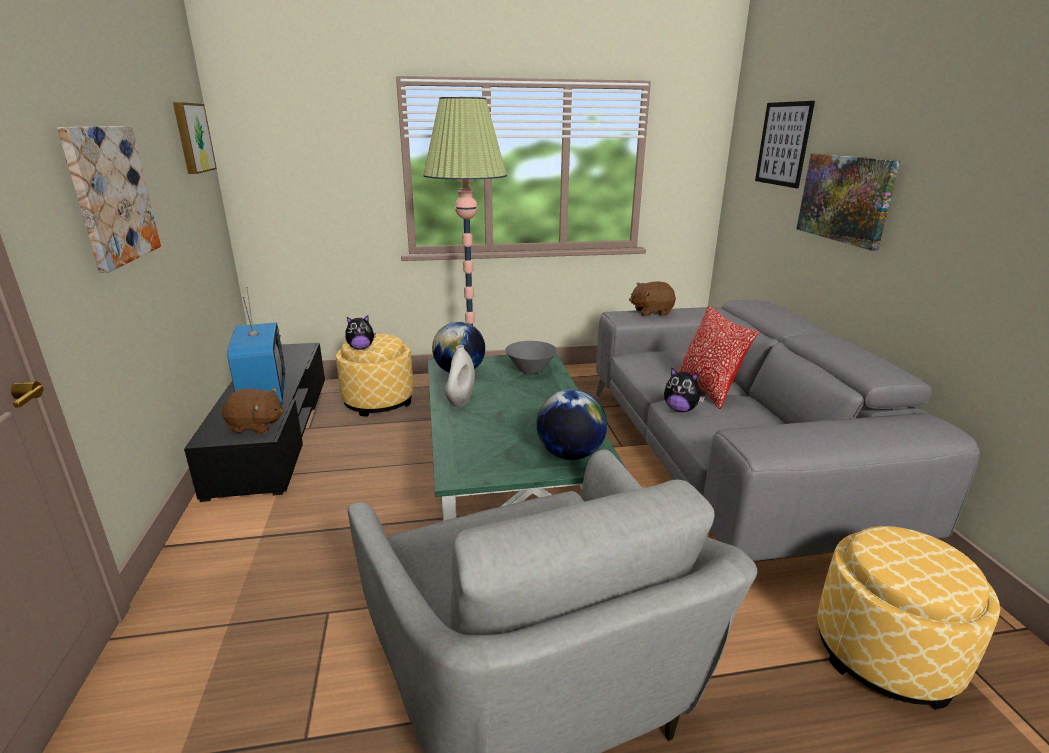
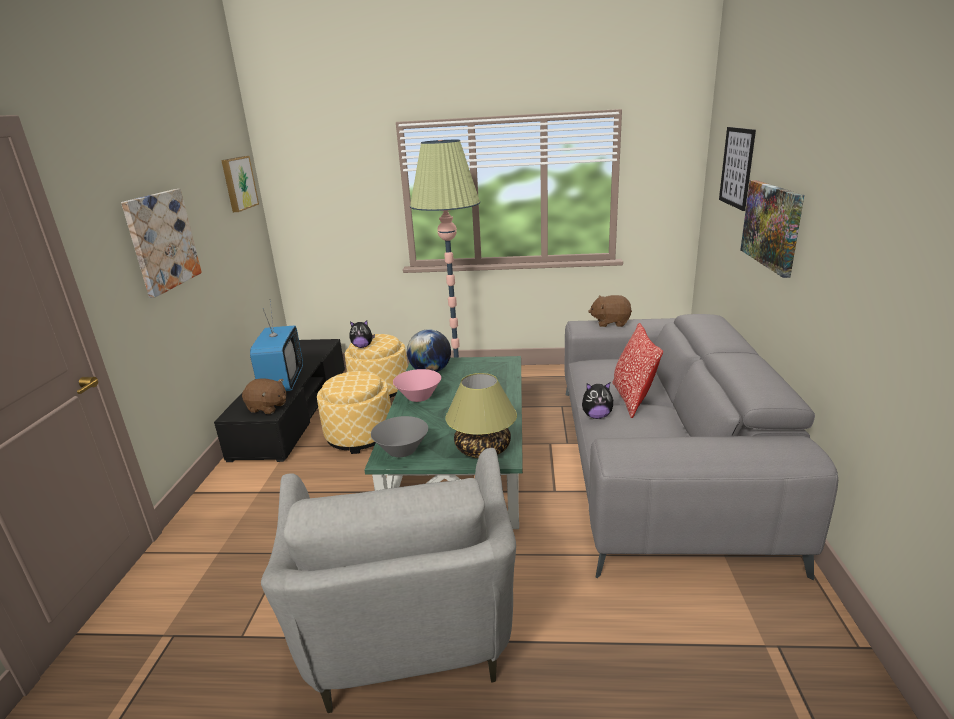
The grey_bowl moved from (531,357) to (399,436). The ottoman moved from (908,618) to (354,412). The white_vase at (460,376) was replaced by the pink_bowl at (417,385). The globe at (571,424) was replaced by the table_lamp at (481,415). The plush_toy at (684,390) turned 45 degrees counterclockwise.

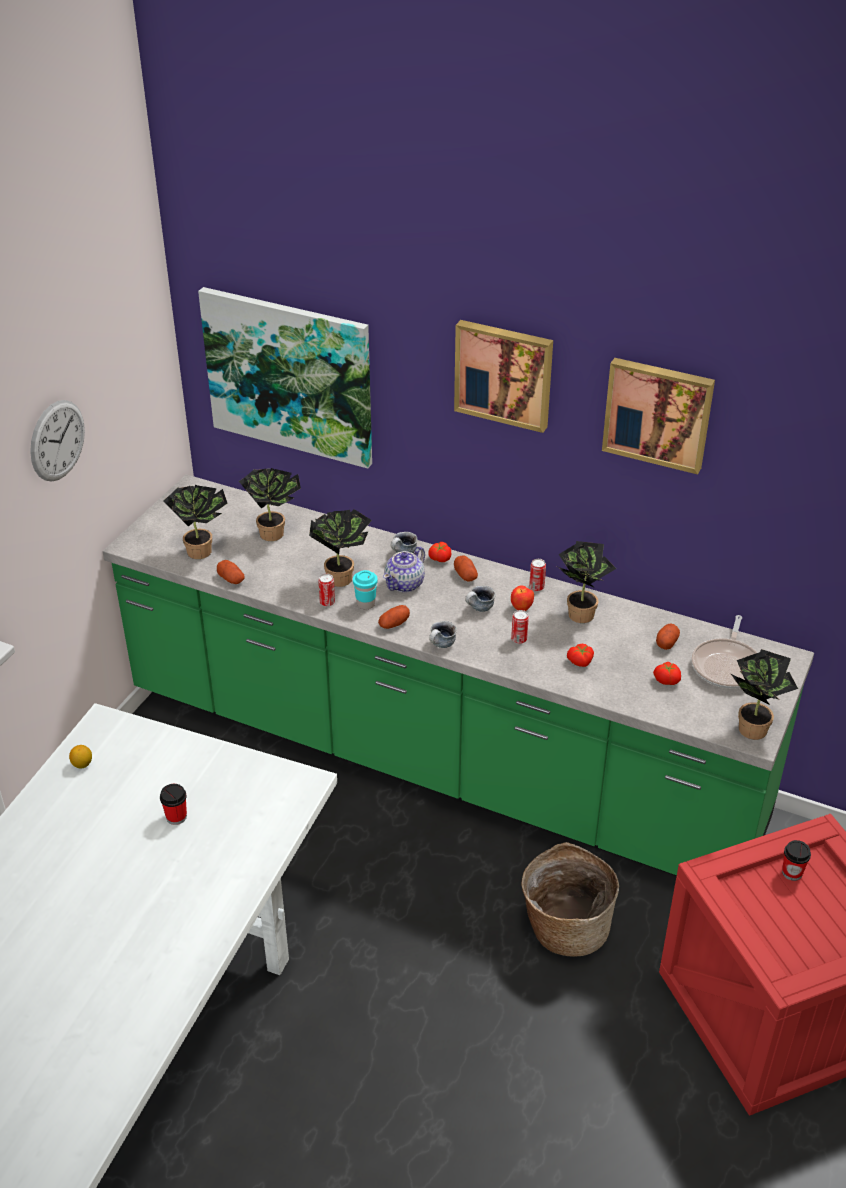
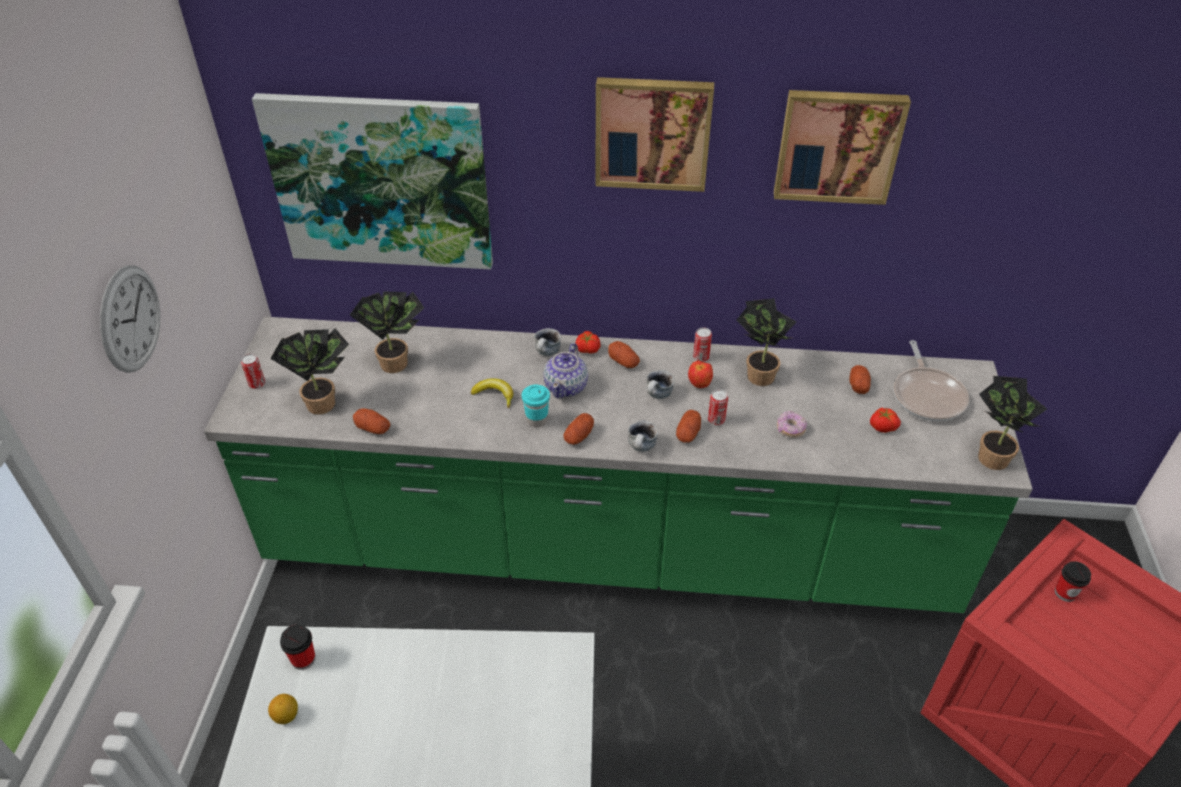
The basket at (570,899) disappeared. The potato at (688,426) appeared. The cup moved from (173,804) to (297,647). The can moved from (326,590) to (253,371). The potted_plant at (340,548) was replaced by the banana at (492,393). The tomato at (580,655) was replaced by the donut at (792,424).

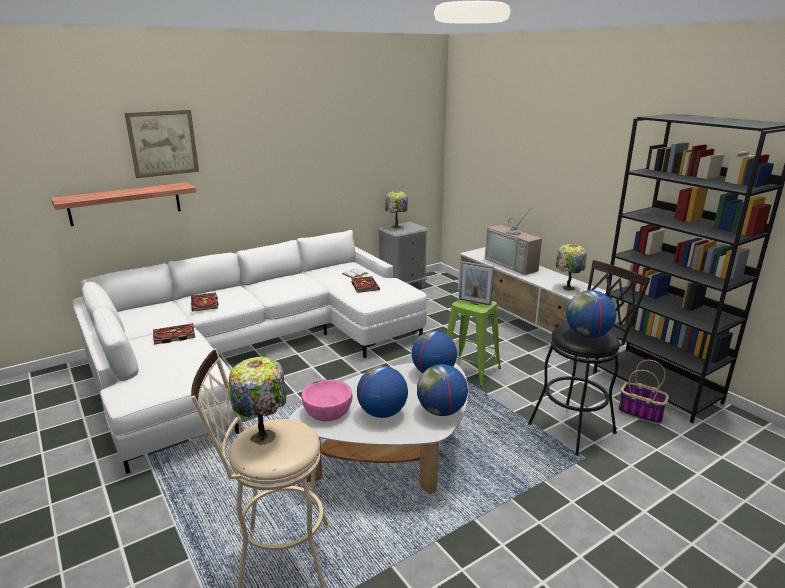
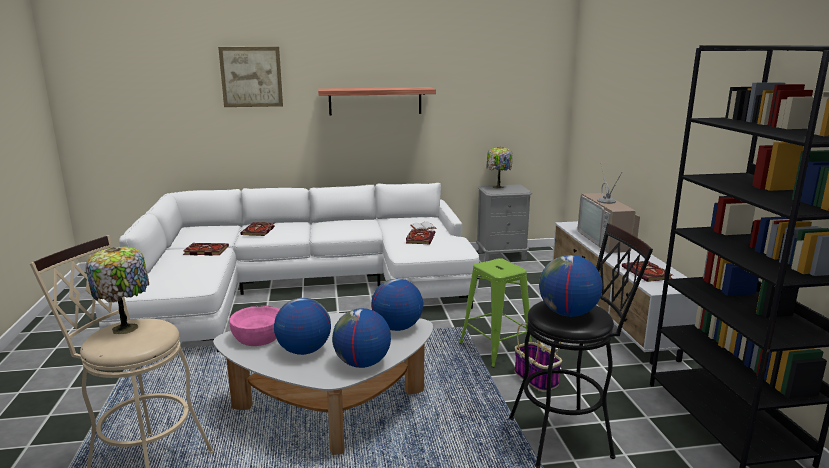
The picture_frame at (476,283) disappeared. The shelf moved from (123,204) to (377,101). The basket moved from (643,392) to (538,357). The table_lamp at (571,267) was replaced by the book at (647,271).

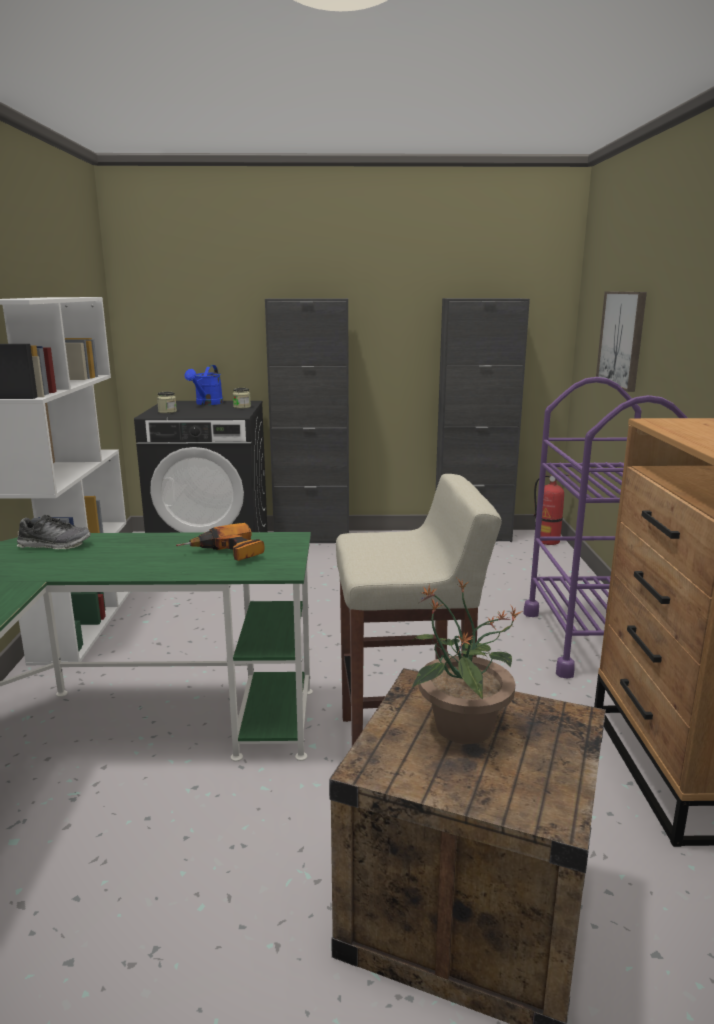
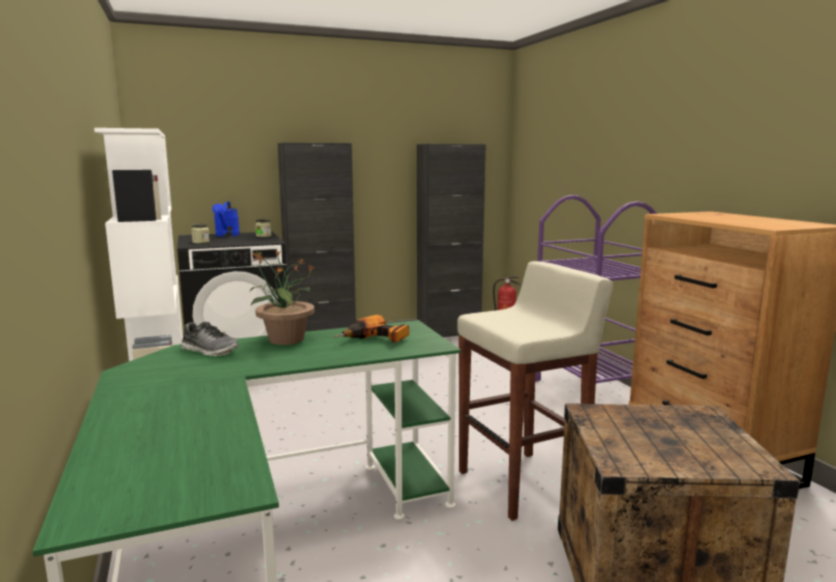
The picture at (621,342) disappeared. The potted_plant moved from (467,661) to (282,297). The shoe at (54,532) turned 45 degrees clockwise.

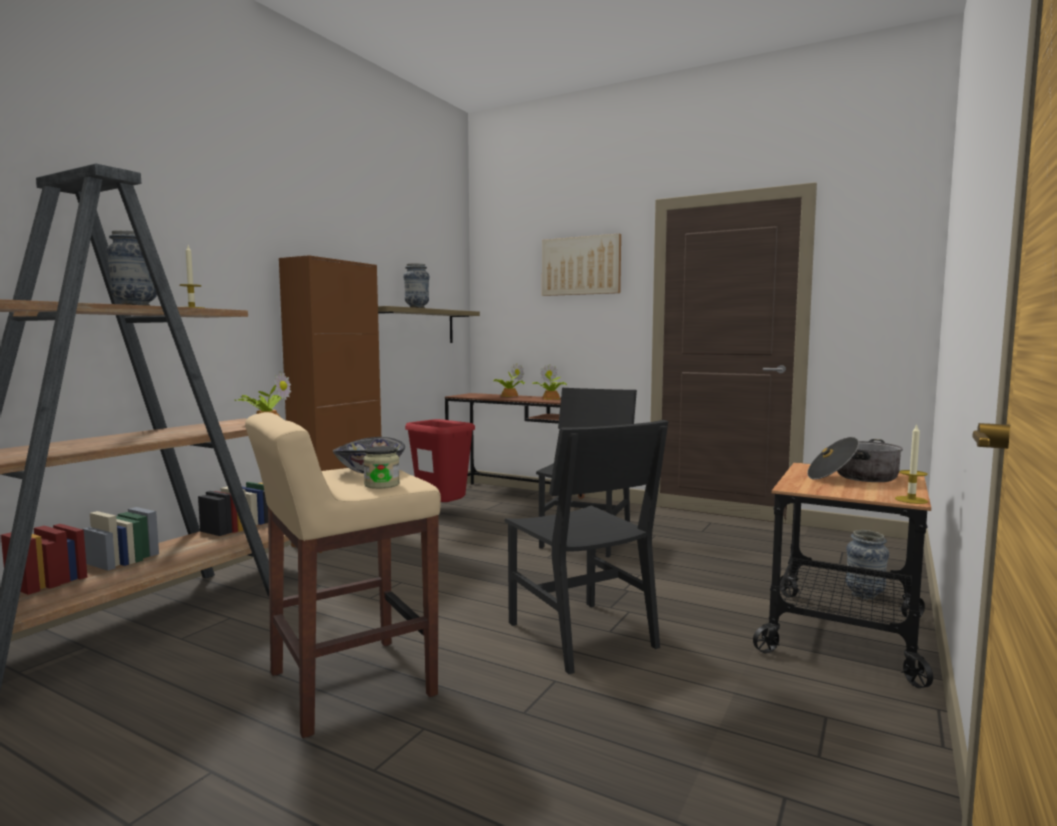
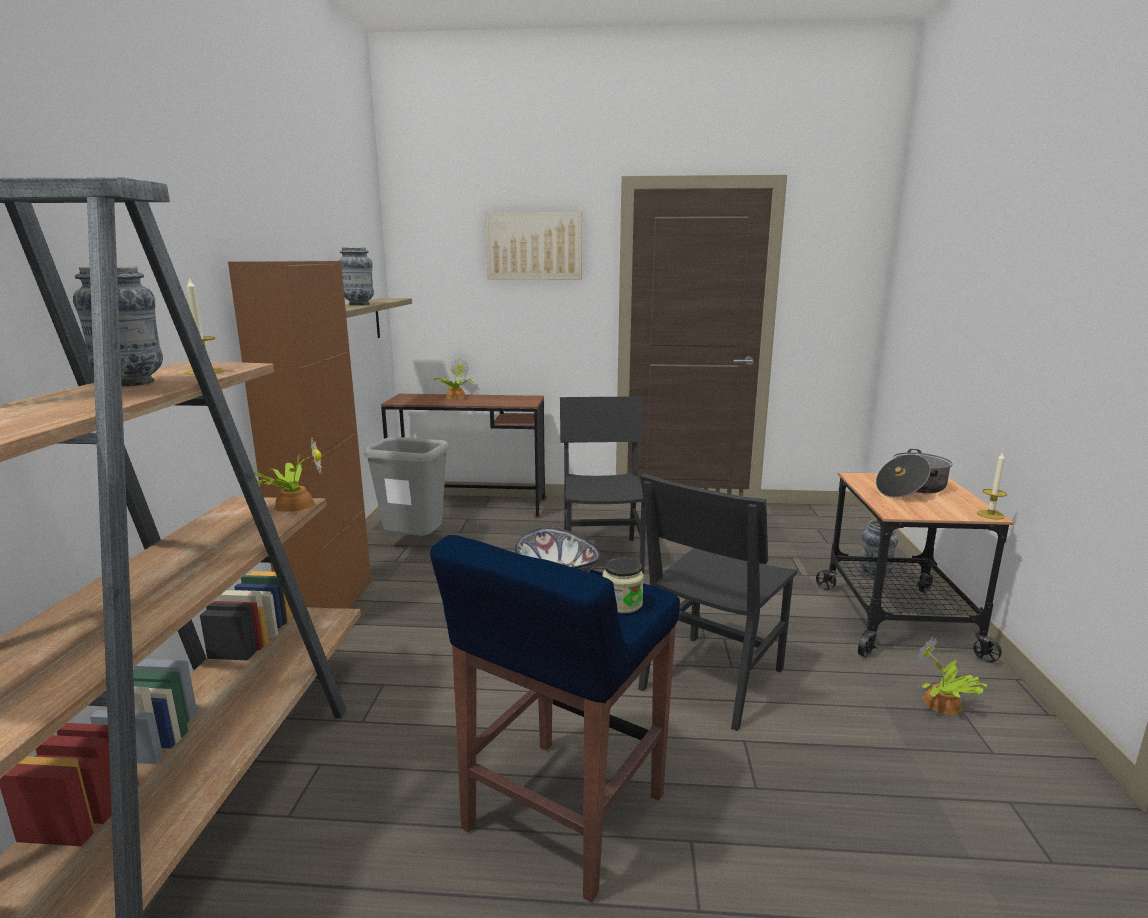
The potted_plant moved from (549,382) to (951,676). The beige_stool at (343,575) became the blue_stool at (555,718). The red_trash_can at (440,460) became the grey_trash_can at (406,486). The black_chair at (586,547) turned 90 degrees clockwise.

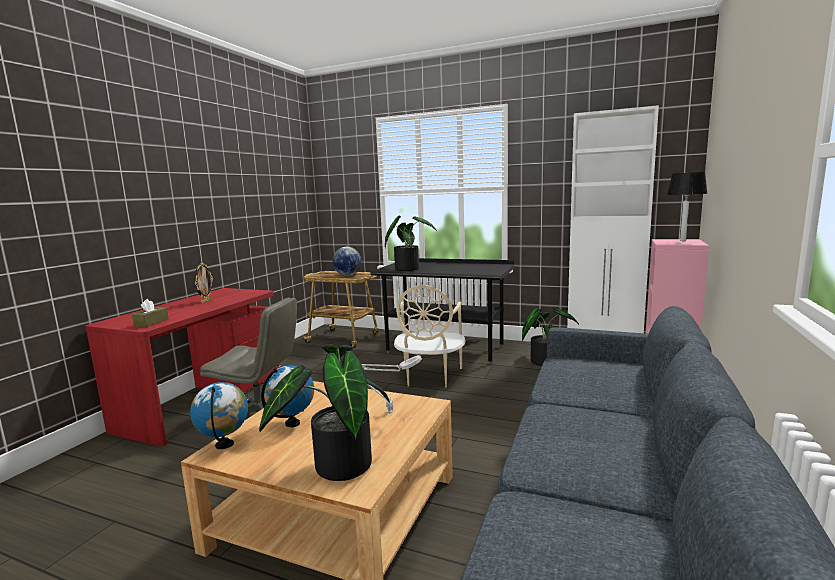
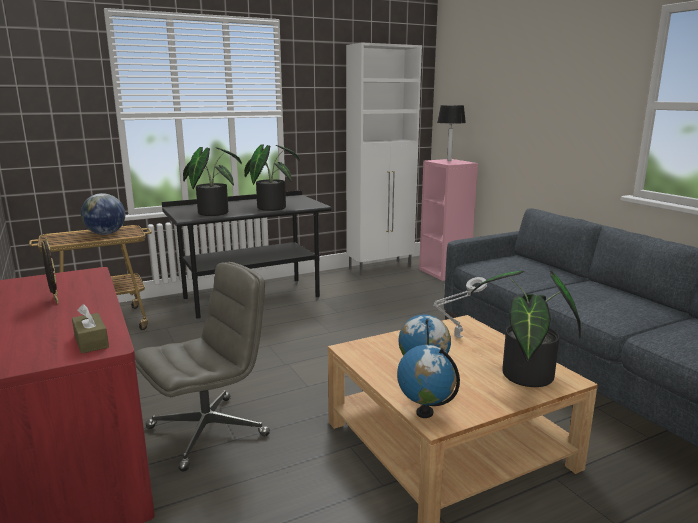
The beige_chair at (430,336) disappeared. The potted_plant moved from (550,336) to (272,178).

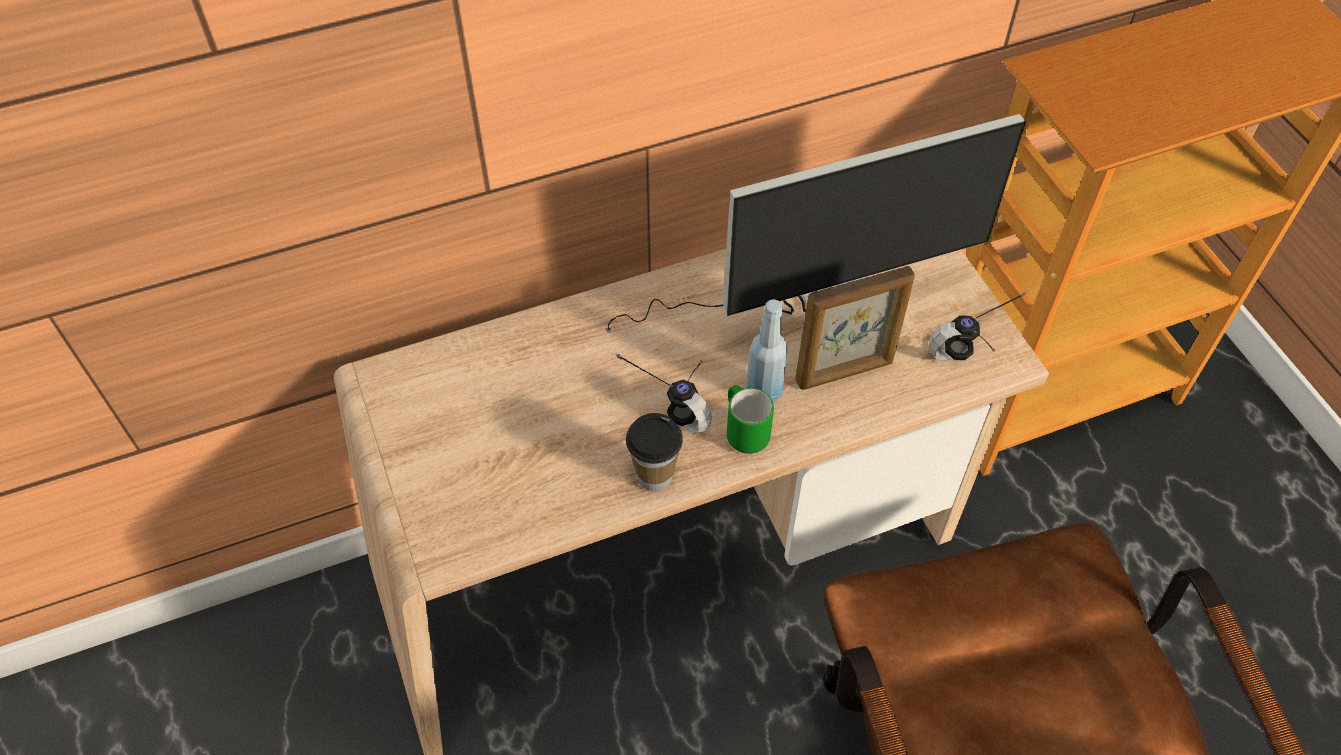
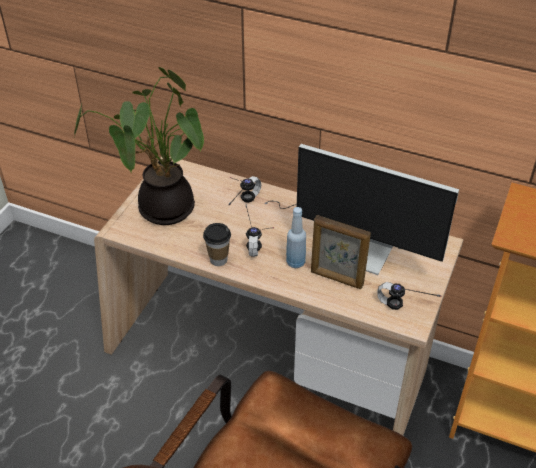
The green_mug at (750,419) disappeared. The potted_plant at (139,146) appeared. The headphones at (244,191) appeared.

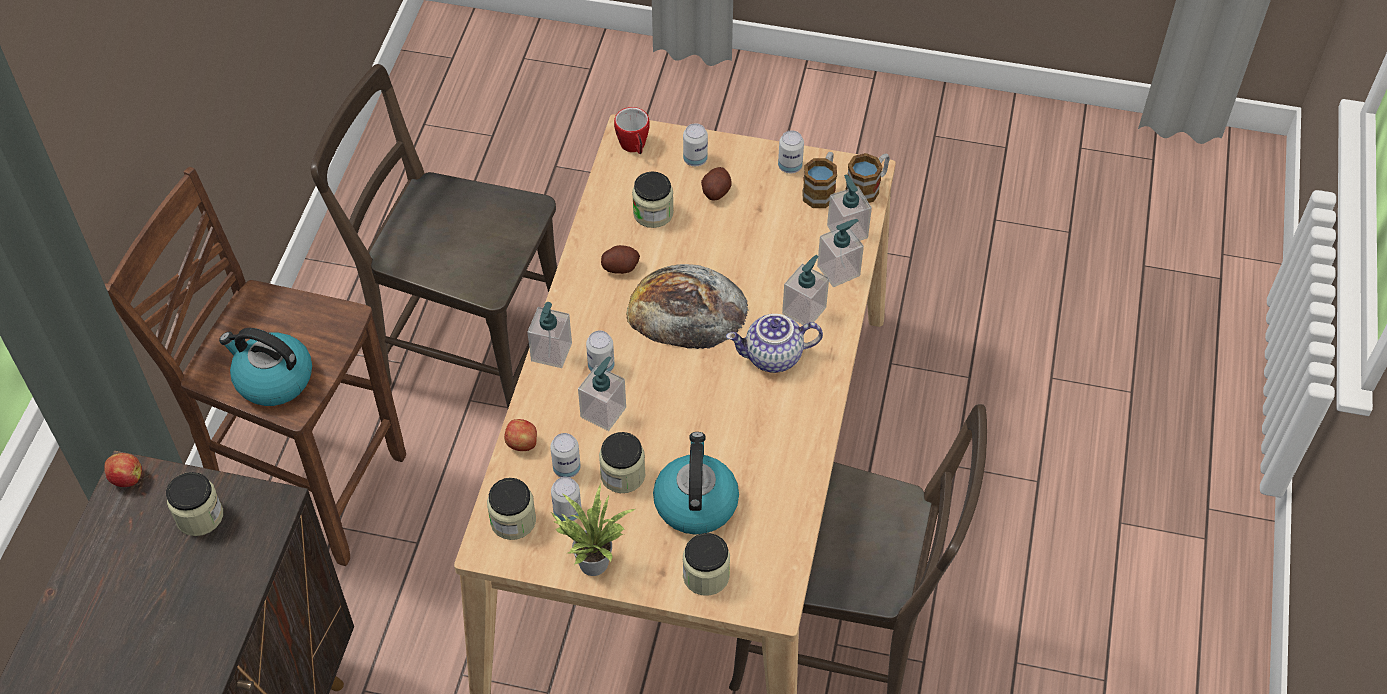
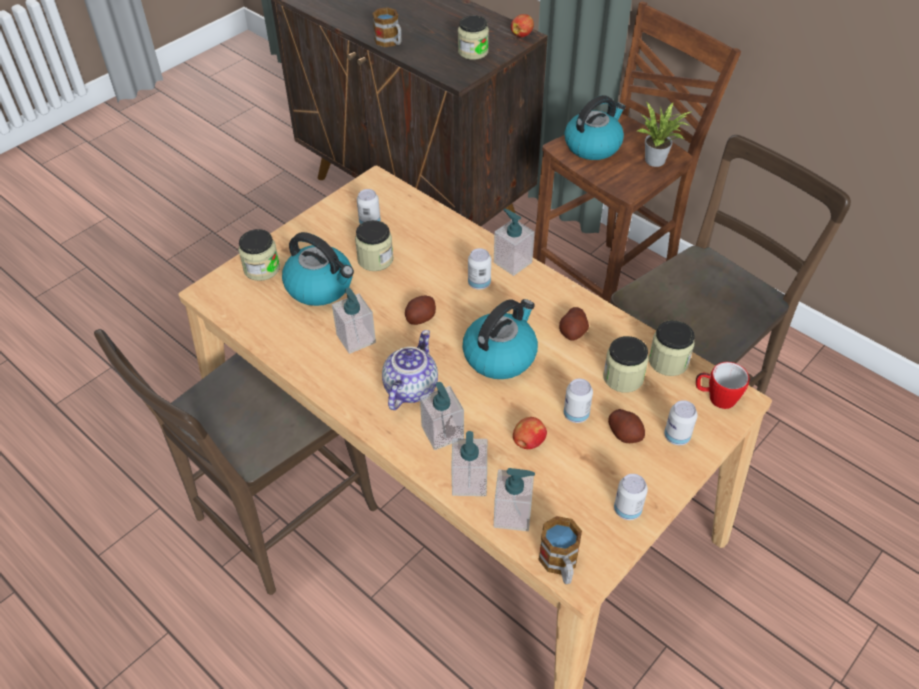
The potato at (420,310) appeared. The jar moved from (511,509) to (672,348). The apple moved from (520,435) to (530,433). The can moved from (565,455) to (578,401). The potted_plant moved from (593,530) to (664,134). The soap_dispenser moved from (602,393) to (354,321). The mug moved from (819,180) to (386,27). The bread at (687,306) was replaced by the kettle at (500,339).

